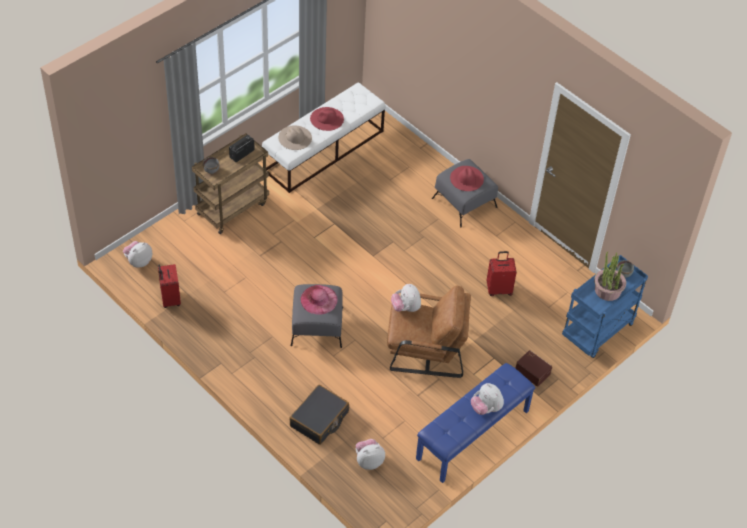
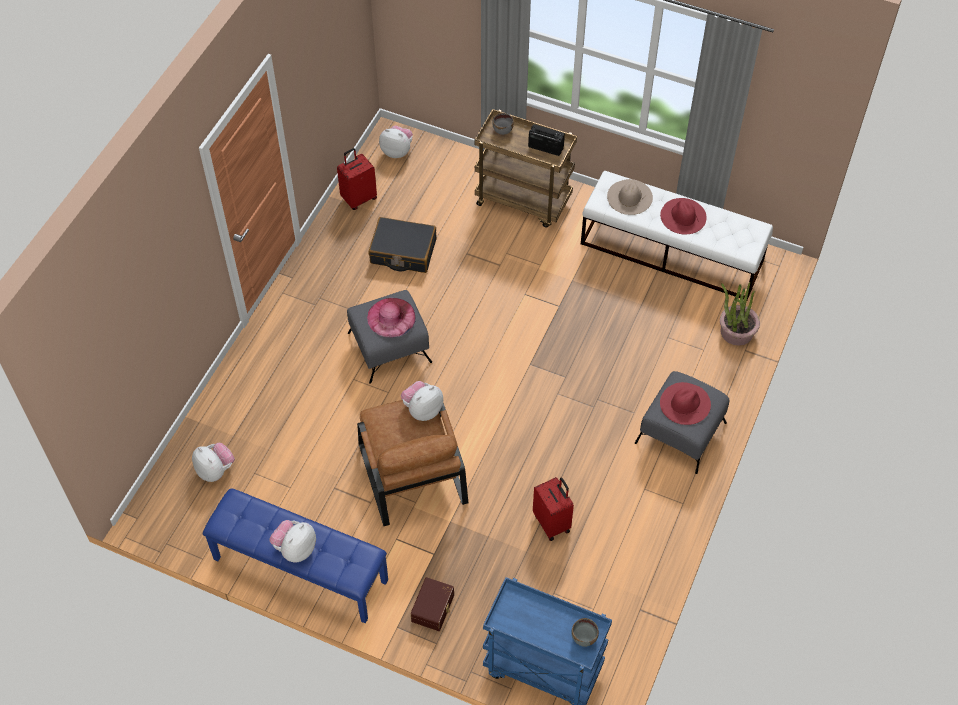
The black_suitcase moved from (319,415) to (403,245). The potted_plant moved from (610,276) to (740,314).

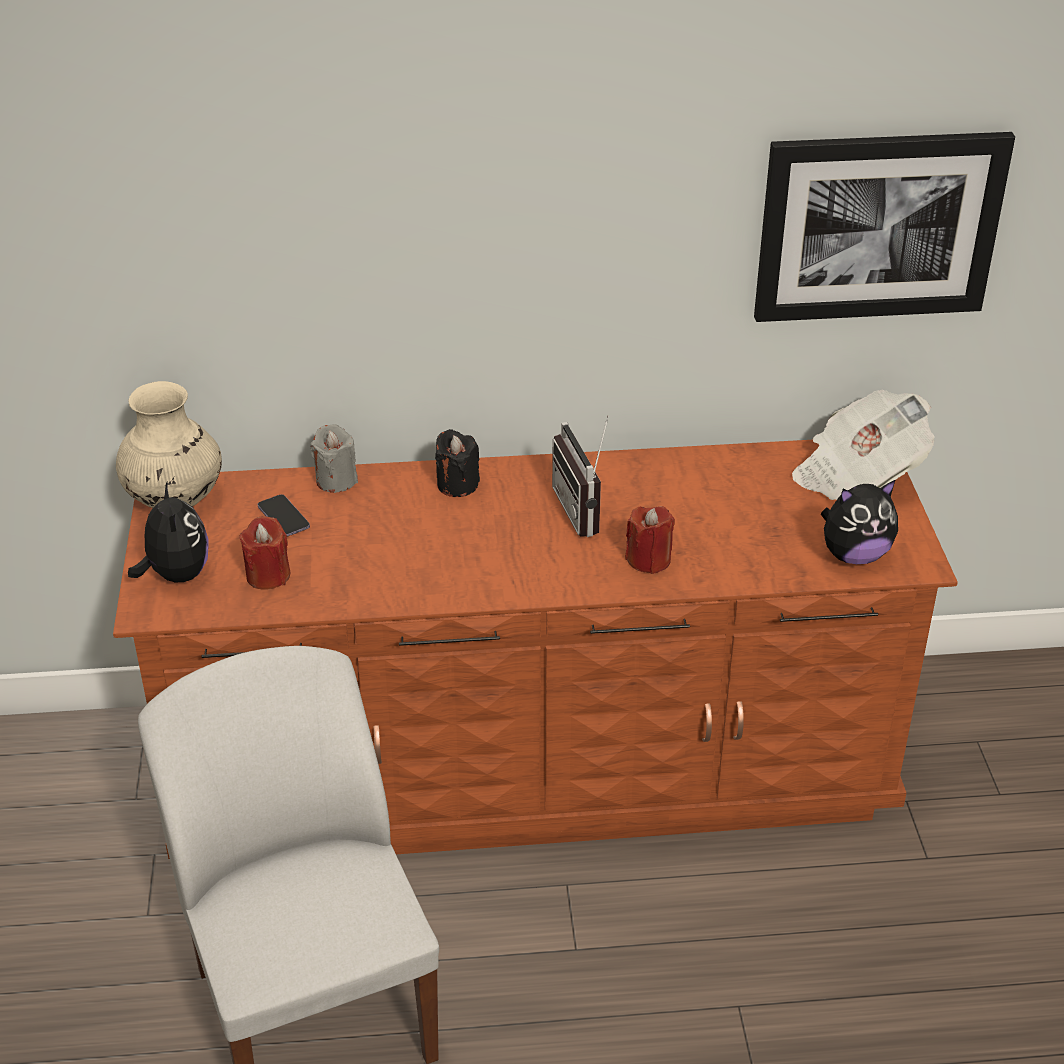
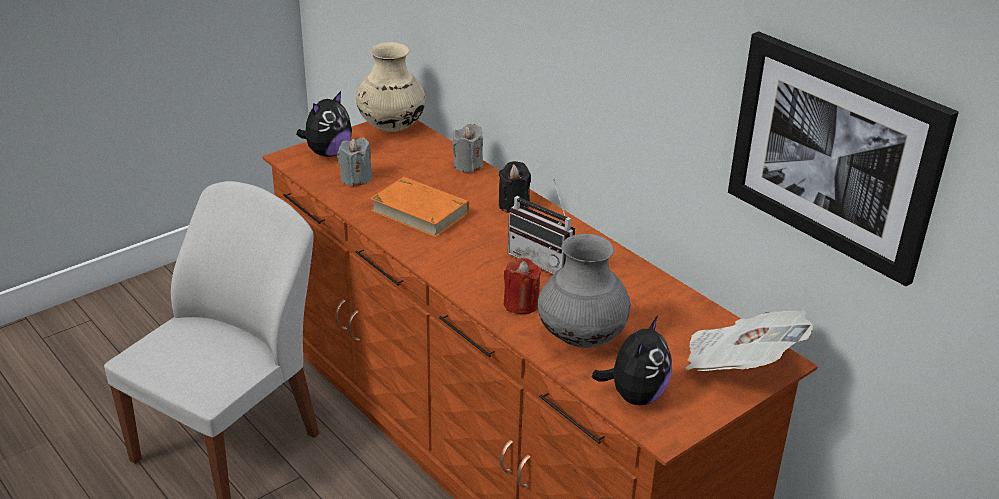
The phone at (284,515) disappeared. The orange_book at (419,207) appeared. The grey_vase at (584,291) appeared. The red_candle at (264,553) became the grey_candle at (354,162). The radio at (580,476) turned 90 degrees counterclockwise. The plush_toy at (859,522) turned 105 degrees counterclockwise.

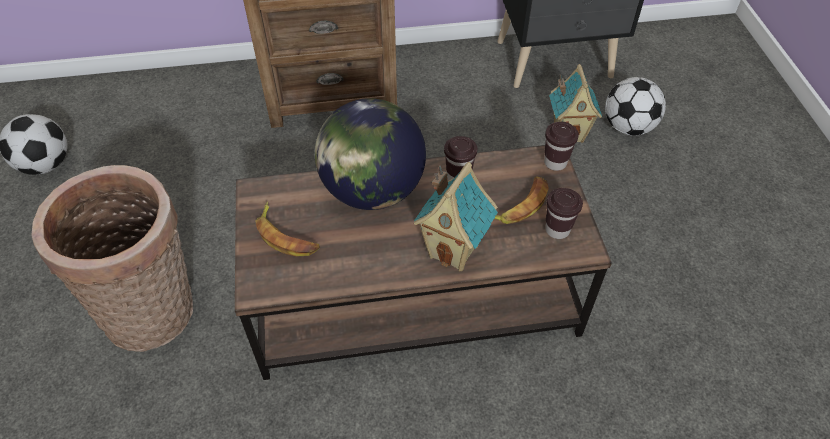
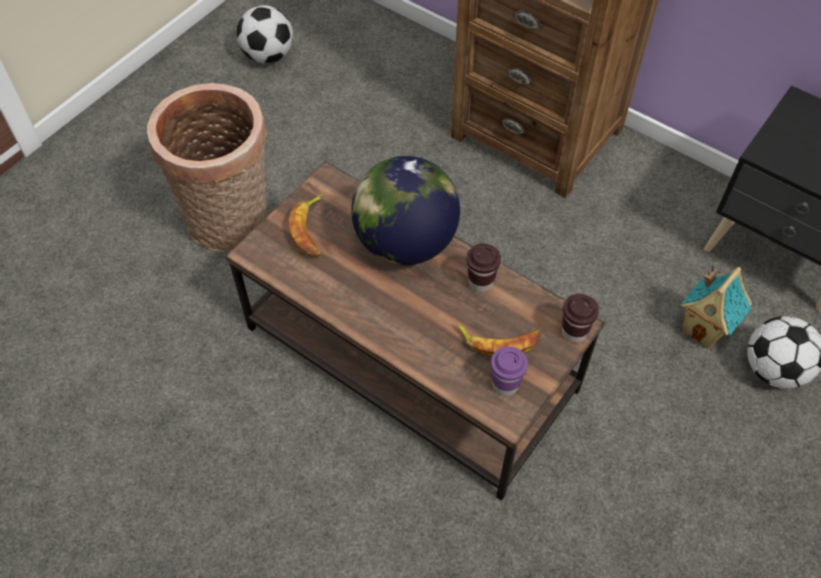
The toy_house at (456,217) disappeared. The brown_cup at (564,213) became the purple_cup at (509,371).

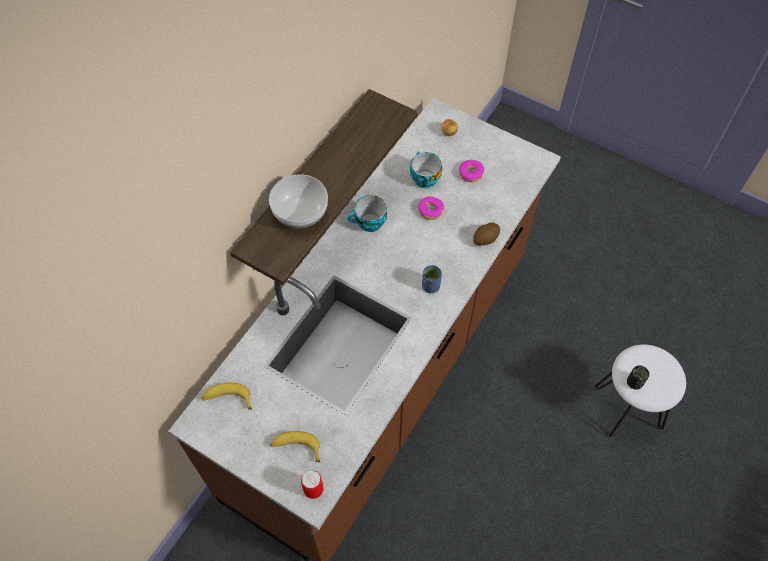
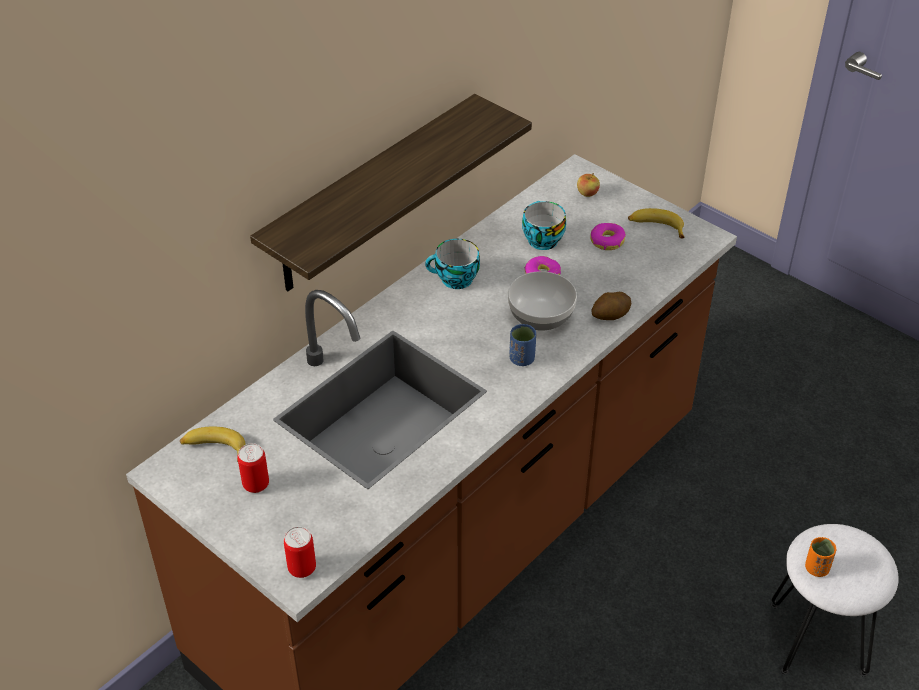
The can at (253,468) appeared. The bowl moved from (298,201) to (542,301). The banana moved from (295,446) to (656,223). The black_cup at (638,377) became the orange_cup at (820,557).

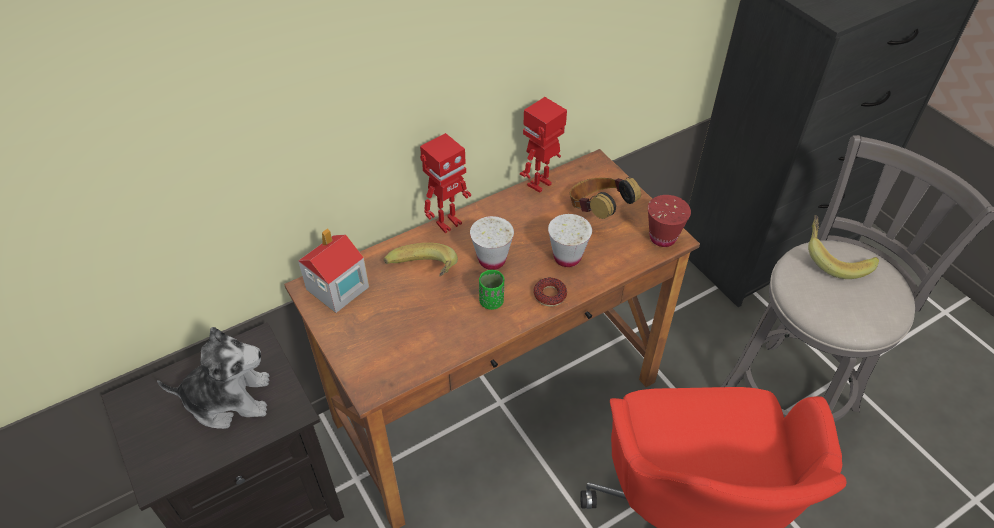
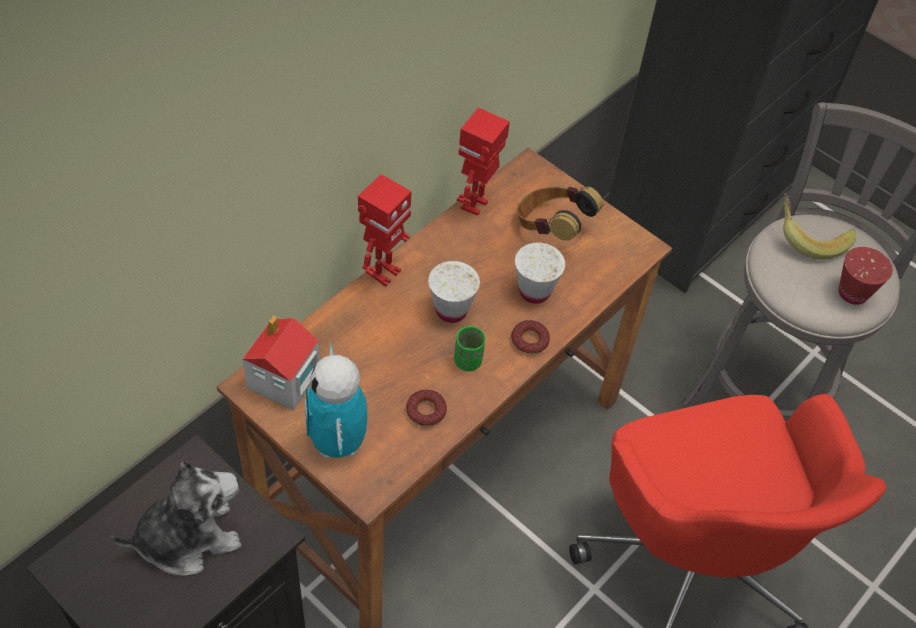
The banana at (421,260) disappeared. The toy_robot at (336,400) appeared. The donut at (426,408) appeared. The red_cup moved from (669,221) to (865,276).

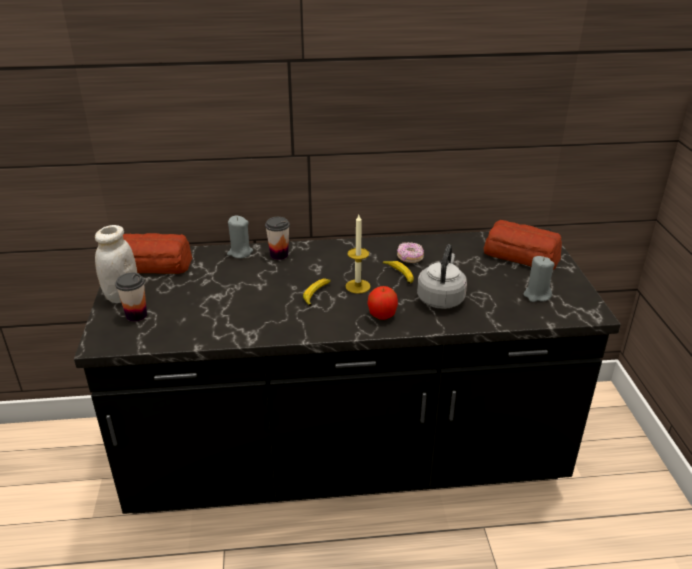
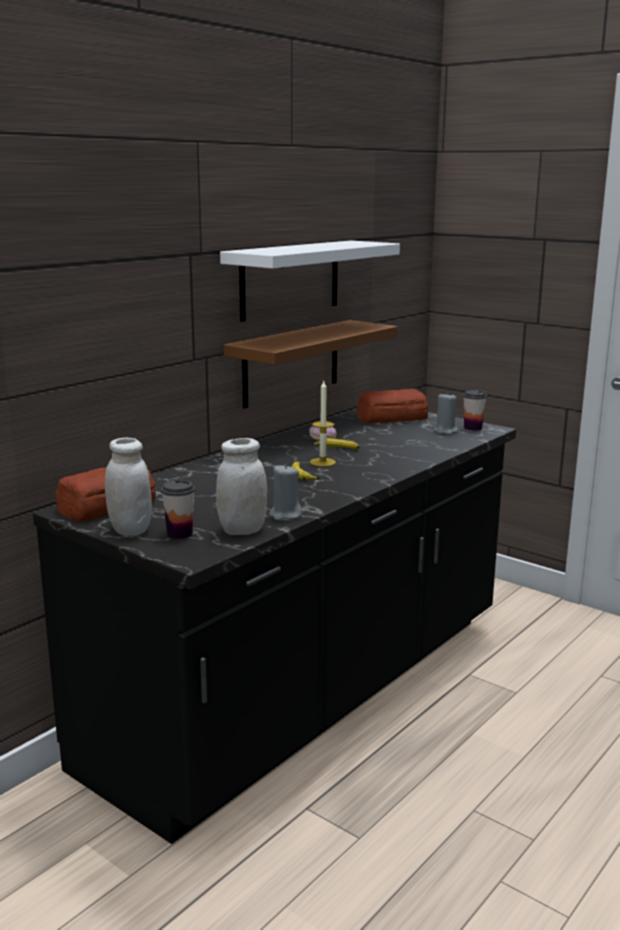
The apple at (382,303) disappeared. The grey_kettle at (442,276) disappeared. The white_jar at (241,486) appeared. The white_shelf at (310,281) appeared. The brown_shelf at (311,364) appeared. The grey_candle moved from (240,236) to (285,492). The cup moved from (277,238) to (475,410).

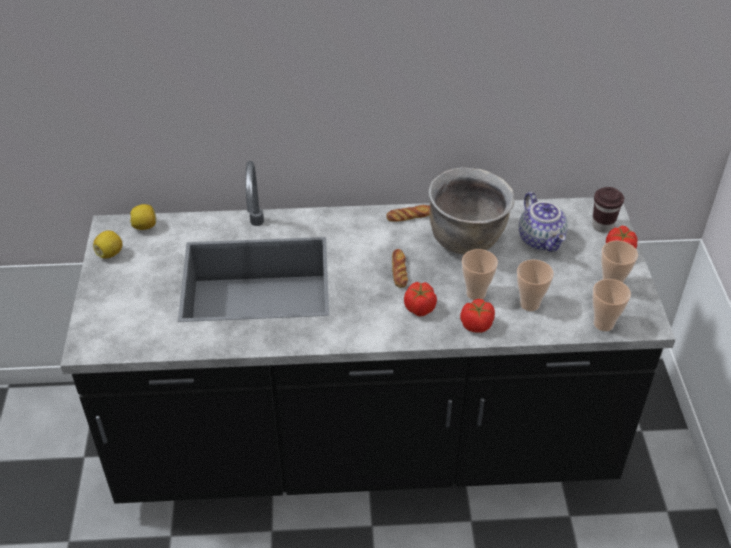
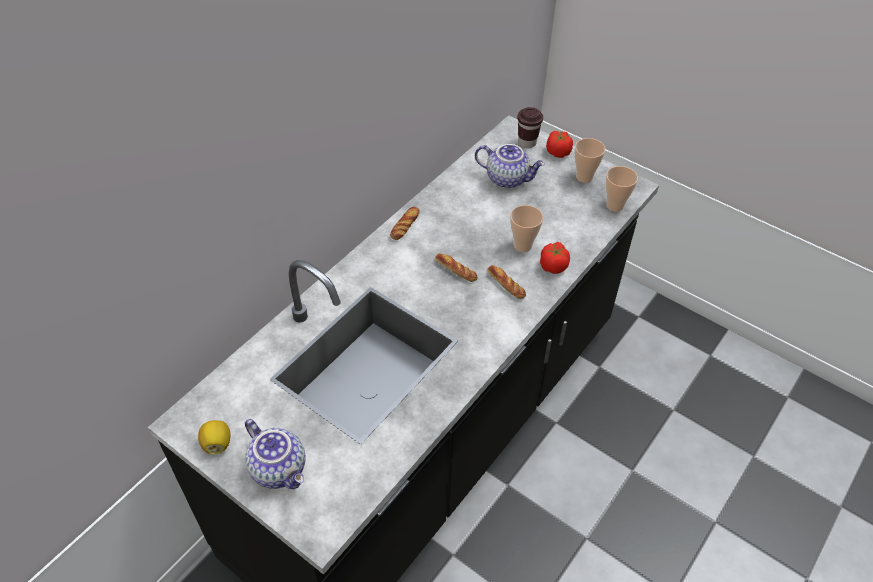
The lemon at (143,217) disappeared. The brown_cooking_pot at (471,211) disappeared. The cup at (535,285) disappeared. The teapot at (275,454) appeared. The tomato at (420,299) was replaced by the bread at (506,282).

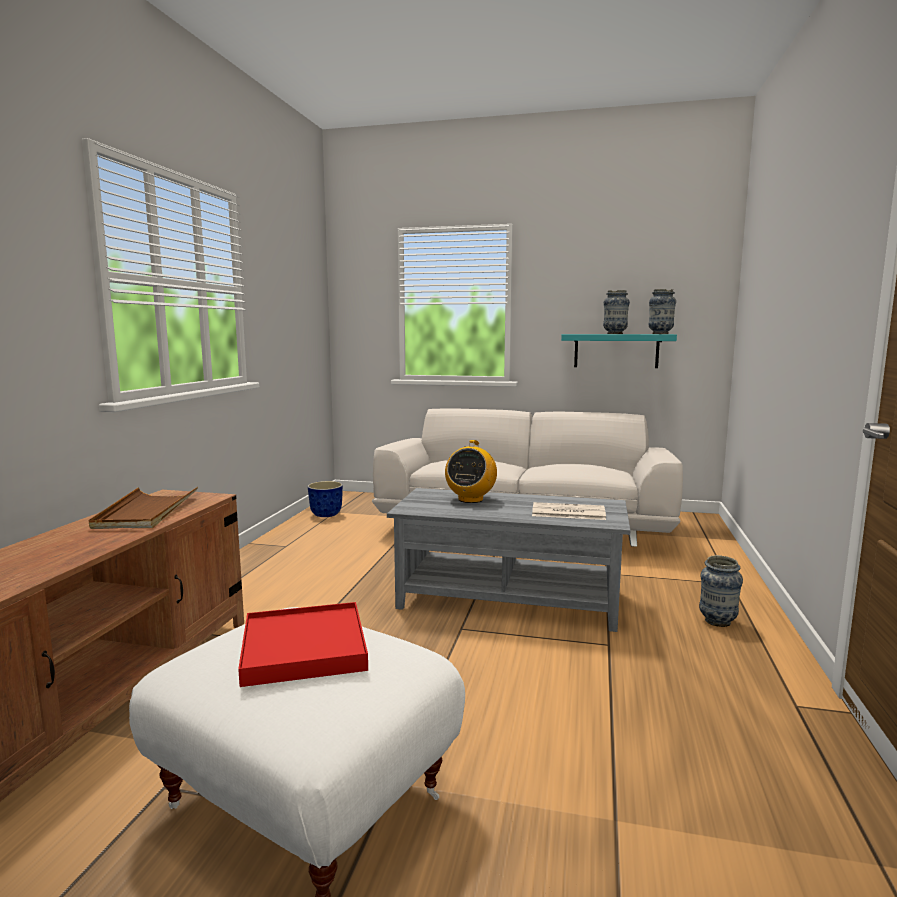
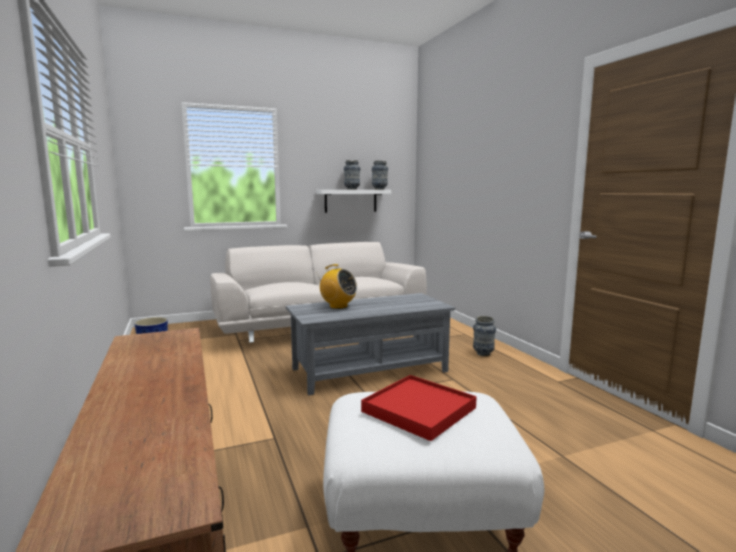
The brown_tray at (143,508) disappeared. The newspaper at (569,511) disappeared. The turquoise_shelf at (619,351) became the white_shelf at (353,201). The radio at (471,471) turned 45 degrees counterclockwise.

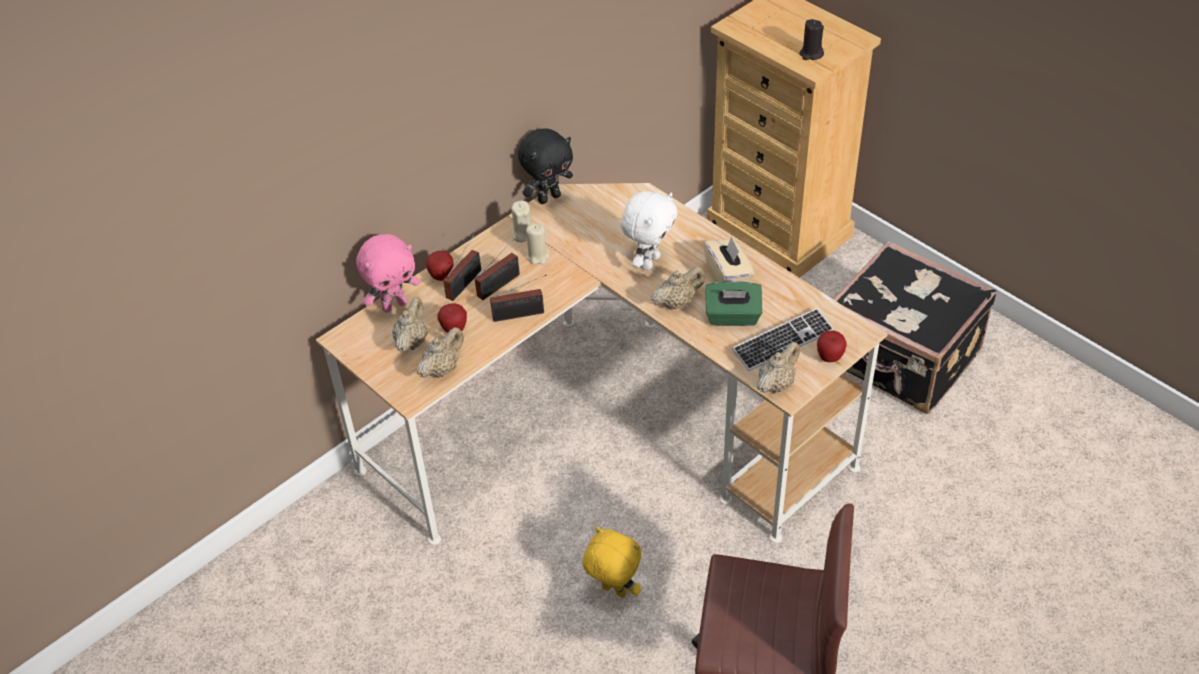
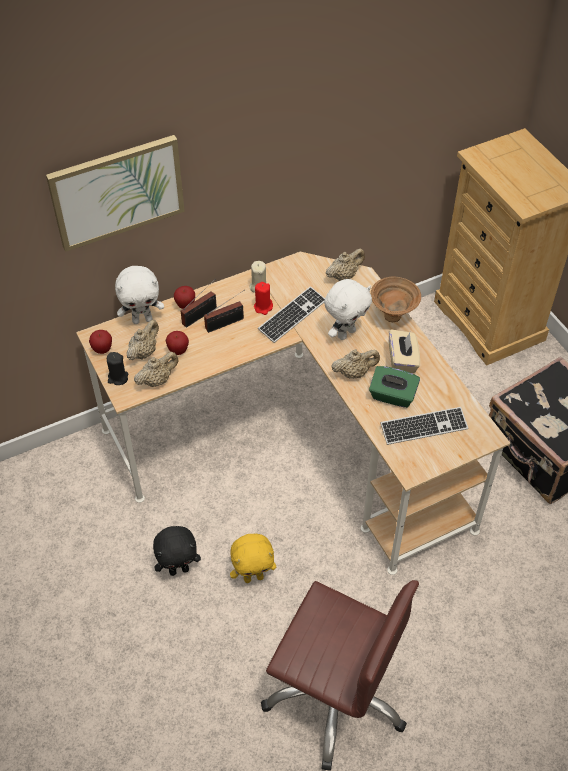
The radio at (518,298) disappeared. The picture at (115,193) appeared. The keyboard at (291,314) appeared. The brown_bowl at (396,299) appeared. The black_plush_toy moved from (545,166) to (177,551). The beige_teapot moved from (778,367) to (345,264). The black_candle moved from (811,39) to (117,368). The apple moved from (832,346) to (100,342). The pink_plush_toy at (388,273) became the white_plush_toy at (139,295). The beige_candle at (538,243) became the red_candle at (263,298). The yellow_plush_toy at (612,562) turned 120 degrees clockwise.

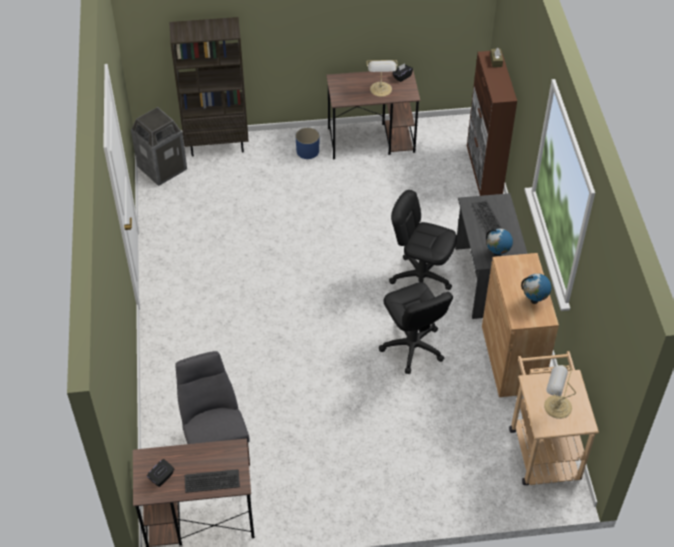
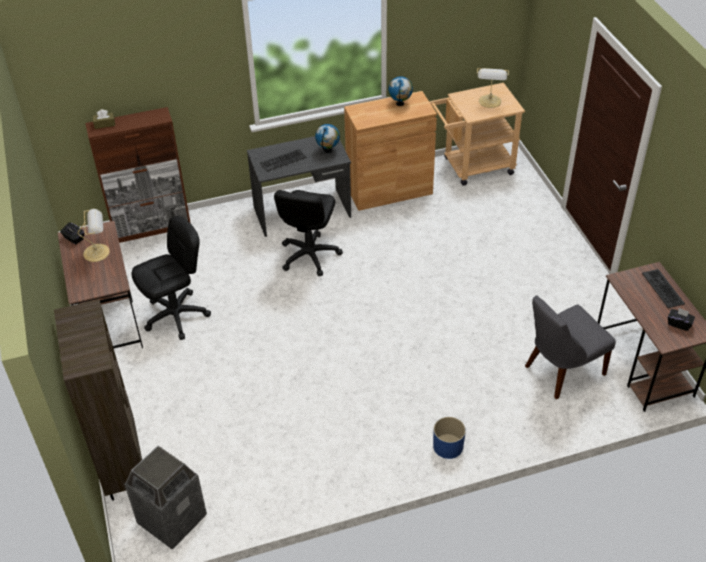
The blue_planter moved from (307,143) to (449,438). The black_office_chair moved from (416,328) to (171,278).

